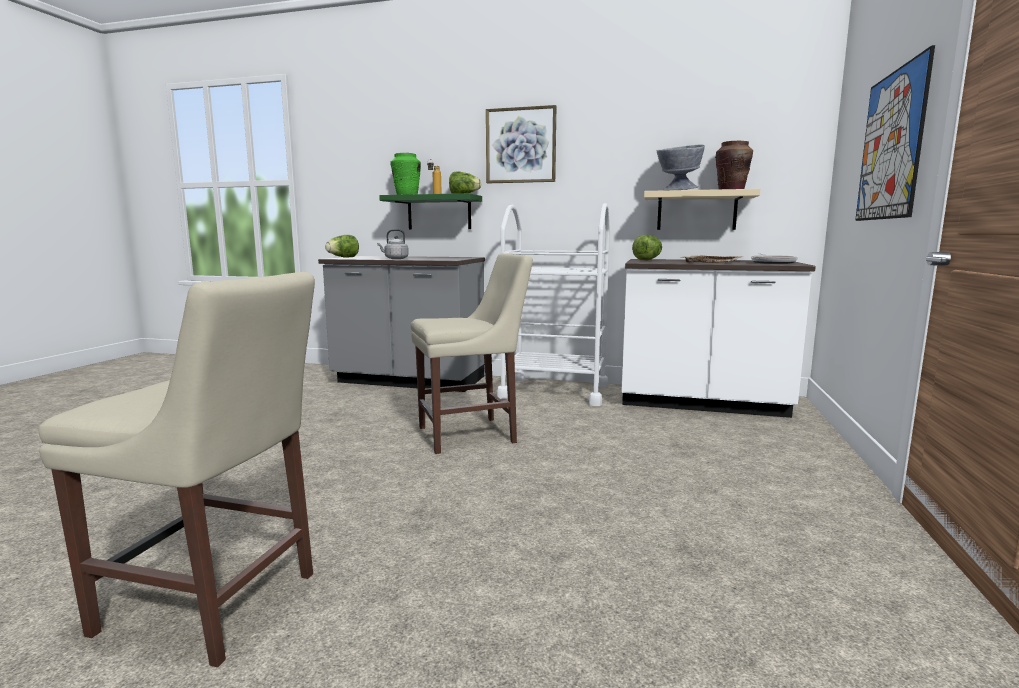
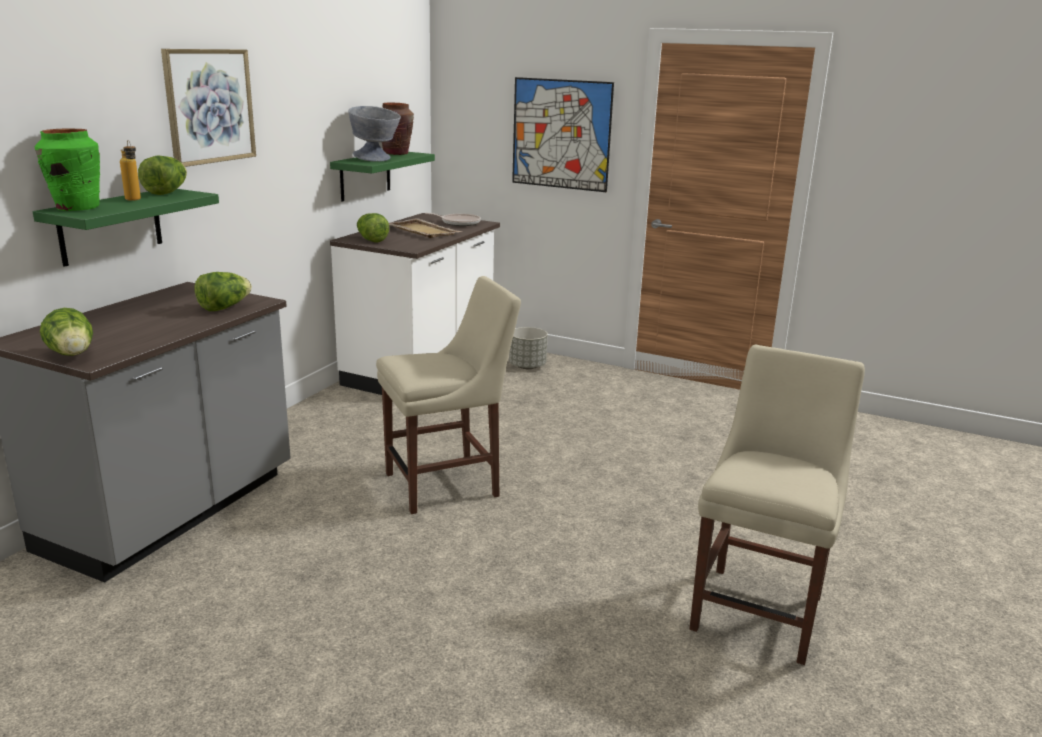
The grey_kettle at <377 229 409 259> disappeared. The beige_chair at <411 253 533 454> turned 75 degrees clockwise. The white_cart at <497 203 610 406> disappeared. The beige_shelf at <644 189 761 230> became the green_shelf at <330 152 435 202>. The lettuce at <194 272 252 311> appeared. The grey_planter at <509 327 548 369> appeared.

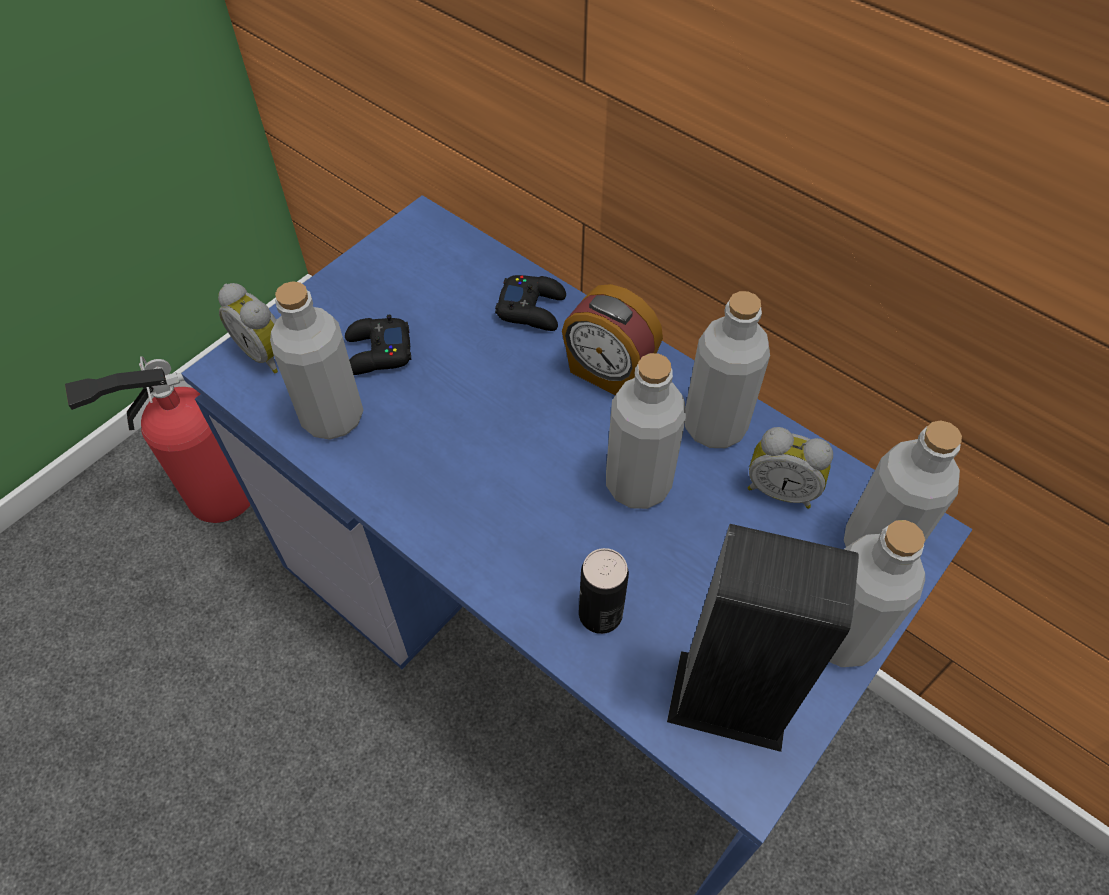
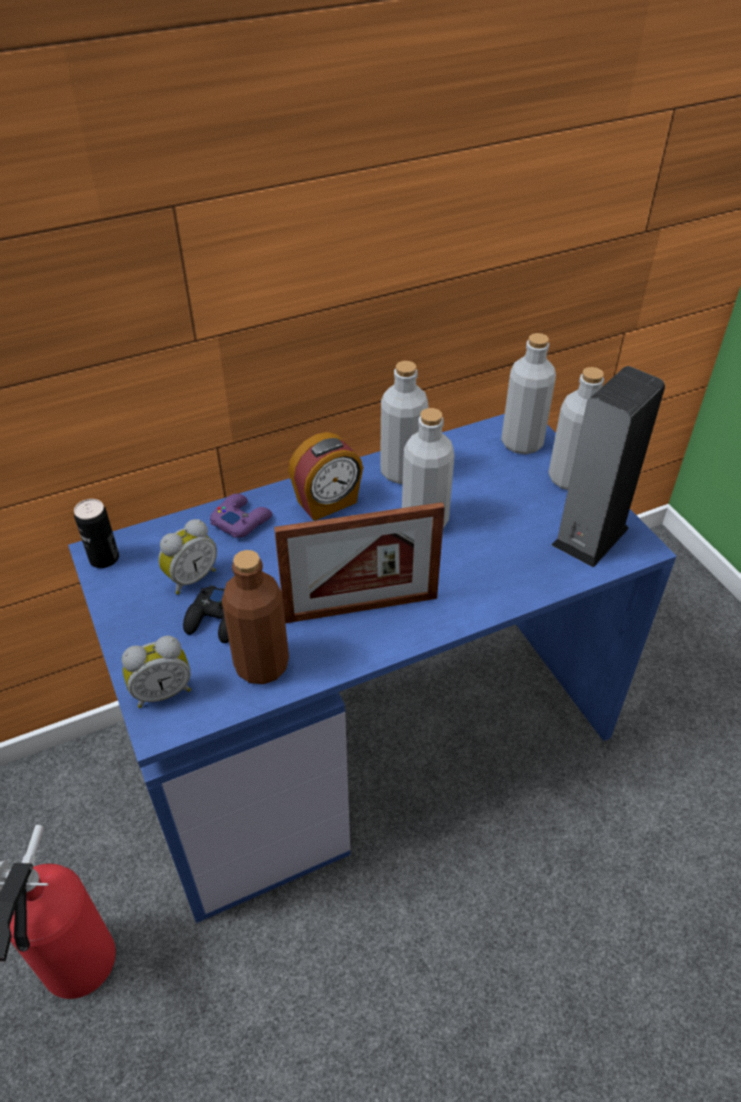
The grey_bottle at <270 281 363 440> became the brown_bottle at <221 550 289 684>. The black_game_controller at <495 275 566 331> became the purple_game_controller at <210 493 273 538>. The can moved from <579 548 629 634> to <74 499 119 568>. The alarm_clock moved from <748 427 833 509> to <158 519 217 594>. The picture_frame at <274 502 445 623> appeared.

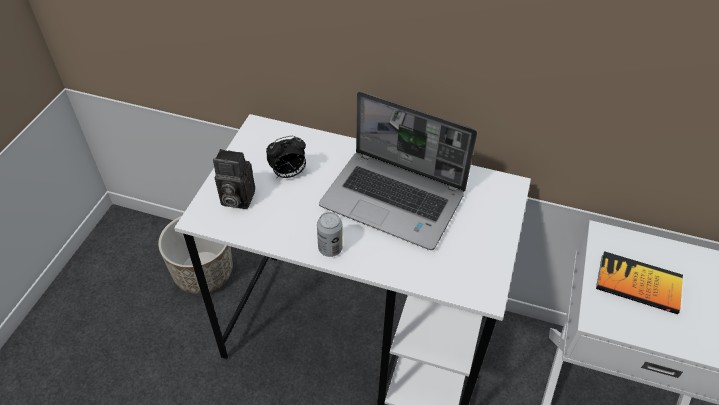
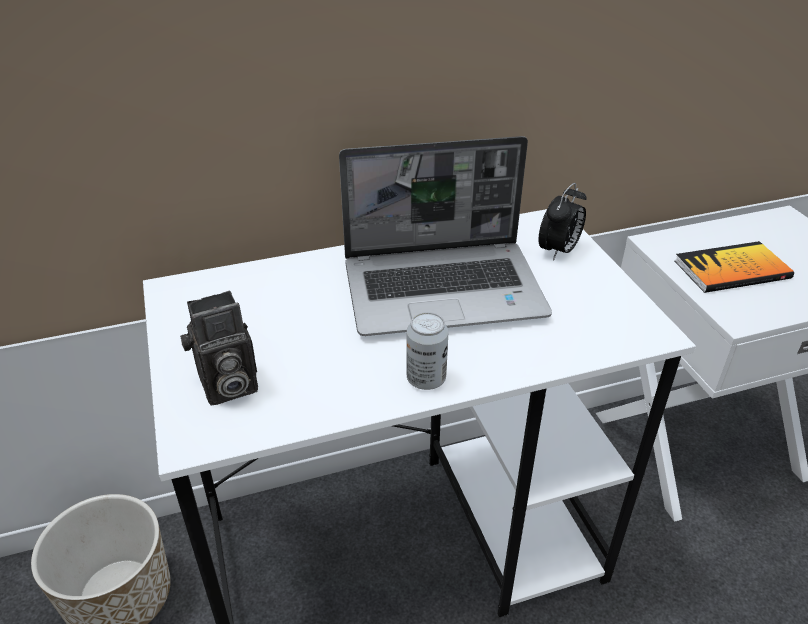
The alarm_clock moved from <266 136 306 178> to <538 183 586 261>.

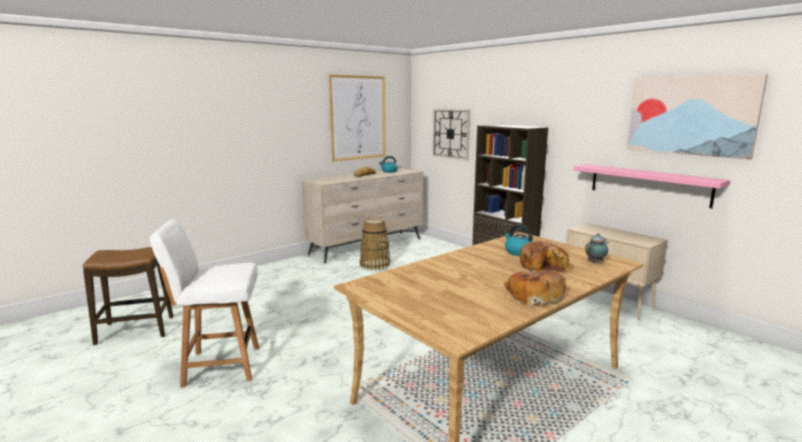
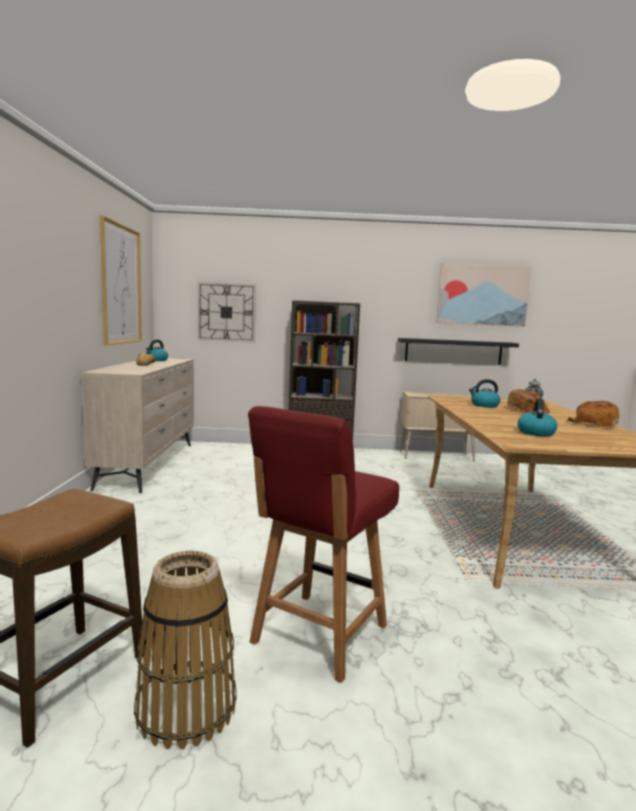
The white_chair at <149 220 259 388> became the red_chair at <248 406 399 683>. The basket moved from <360 216 390 271> to <134 551 237 749>. The pink_shelf at <574 164 731 208> became the black_shelf at <398 338 519 365>. The kettle at <517 398 557 436> appeared.

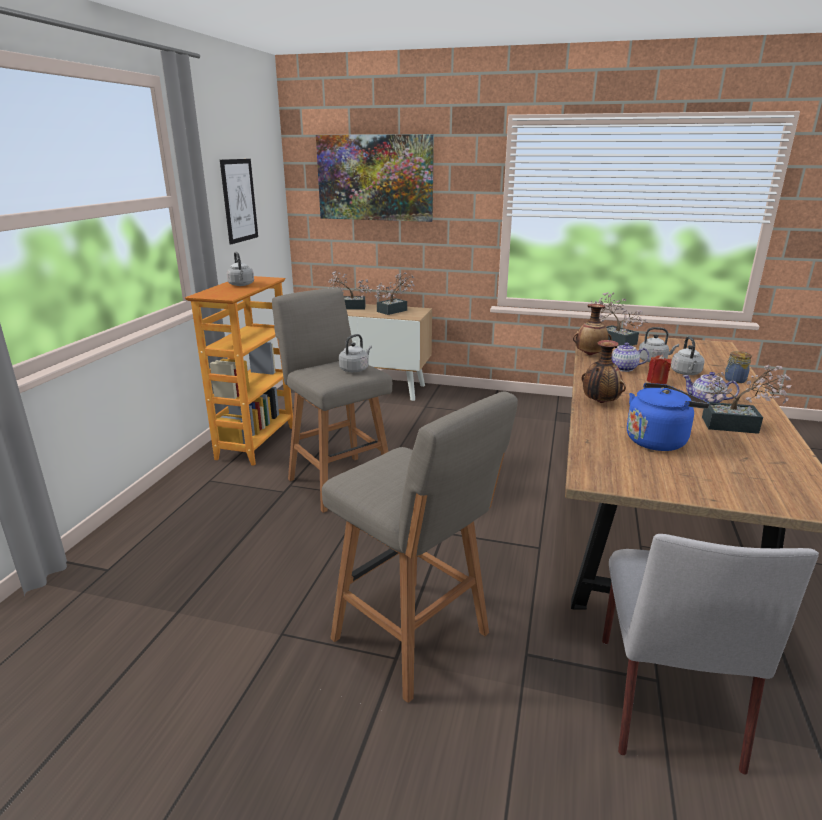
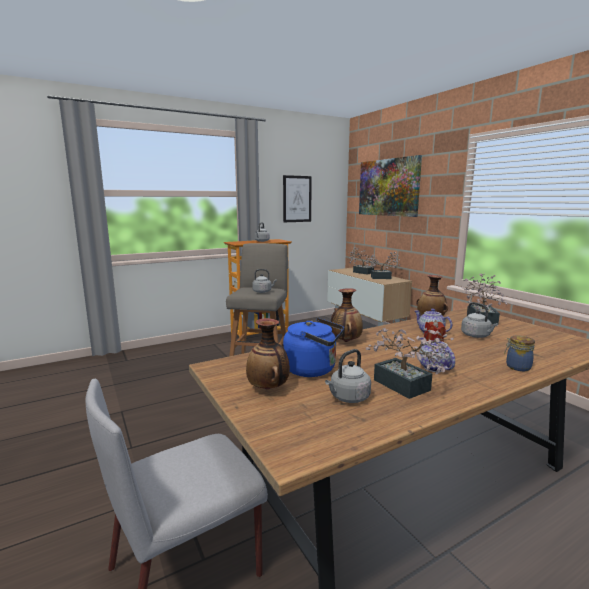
The grey_stool at <322 391 518 703> disappeared. The grey_kettle moved from <671 336 705 375> to <325 349 371 403>. The vase at <246 318 290 390> appeared.

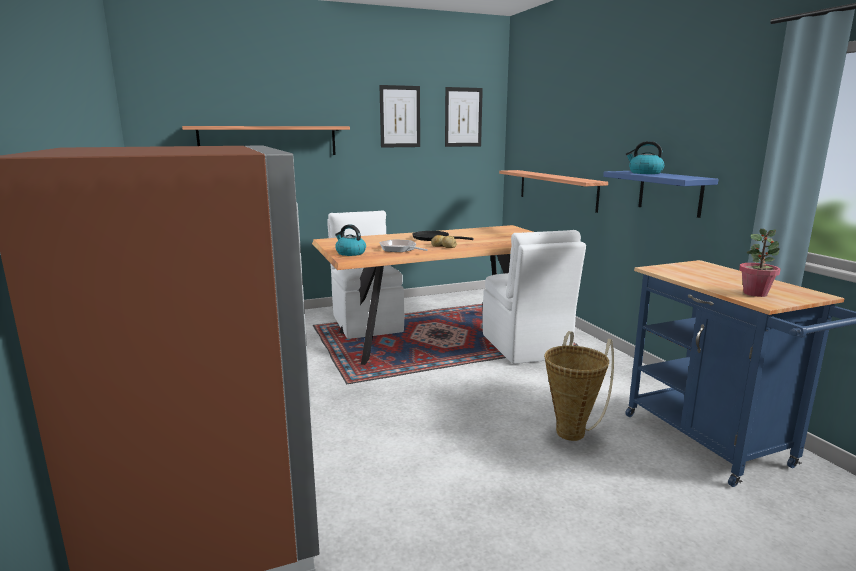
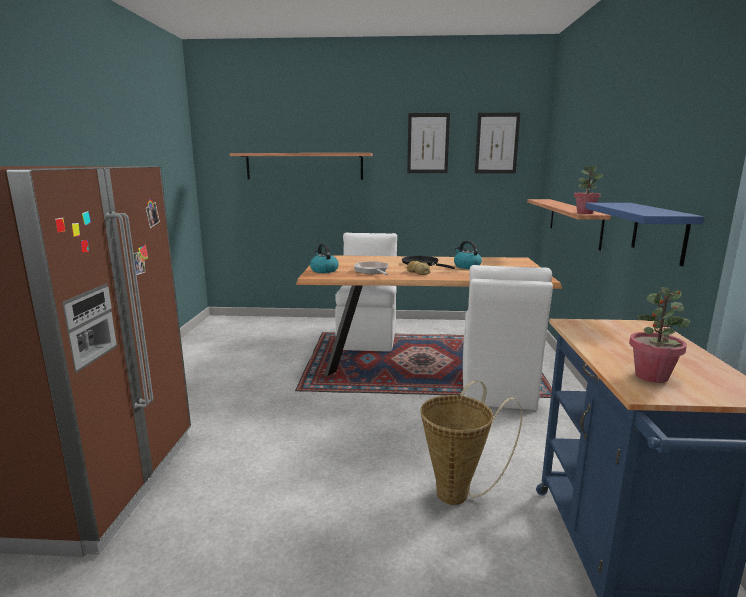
The kettle moved from <626 141 664 174> to <454 241 482 269>. The potted_plant at <574 165 603 214> appeared.

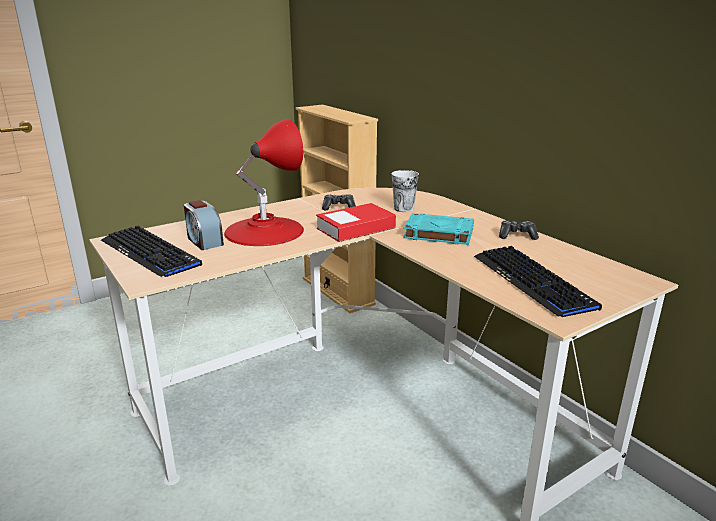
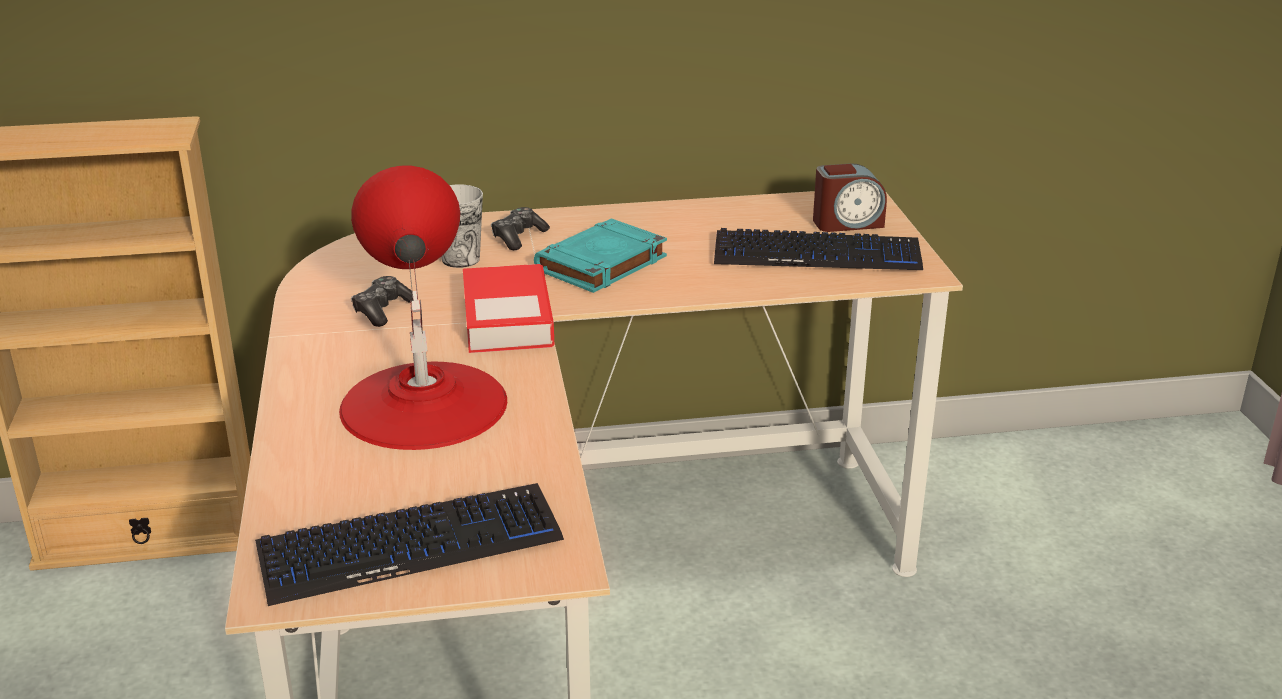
The alarm_clock moved from <184 200 224 250> to <813 163 887 232>. The game_controller moved from <499 220 539 240> to <491 207 550 250>.

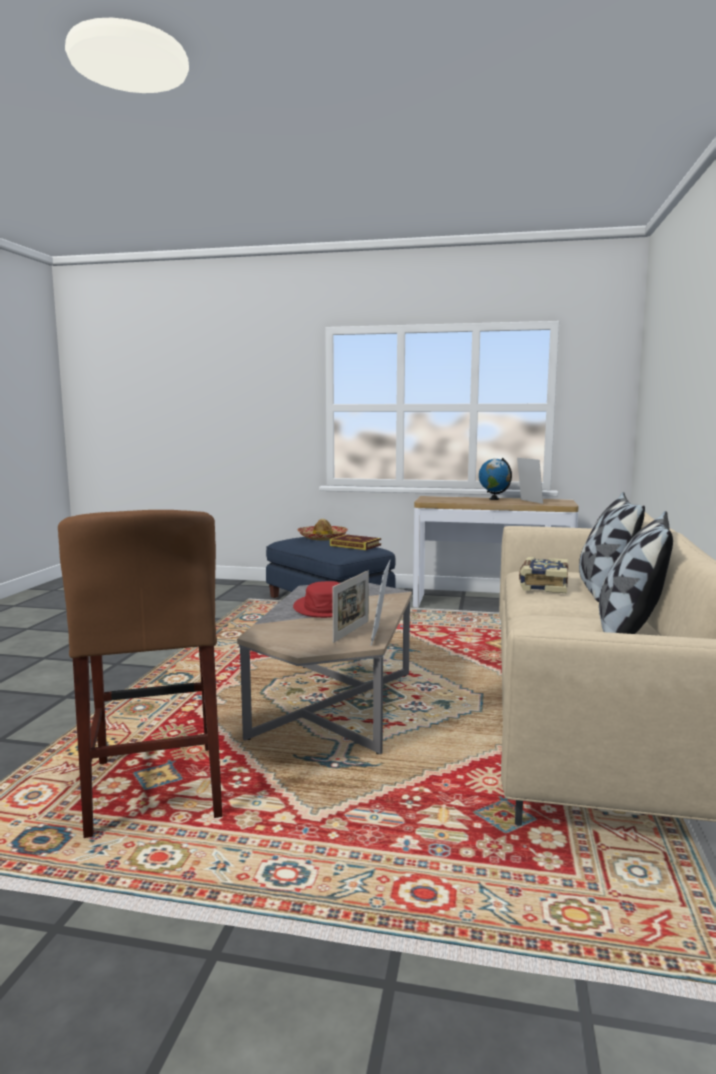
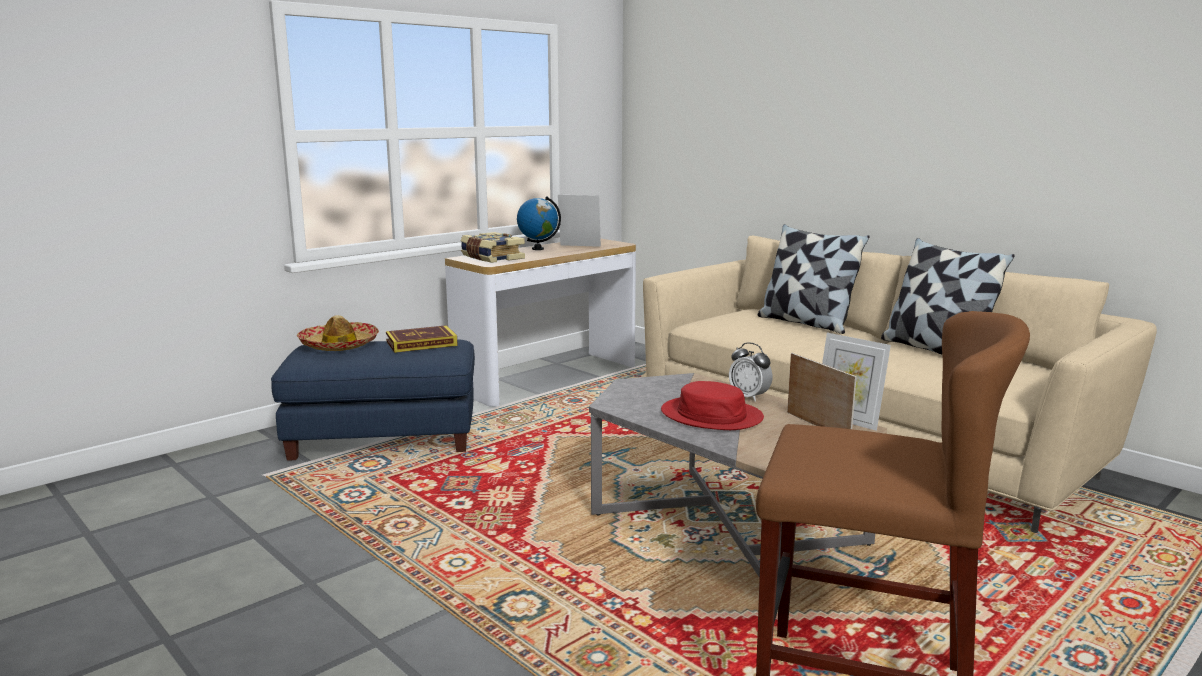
The book moved from <519 557 568 593> to <460 232 525 263>. The alarm_clock at <729 342 772 402> appeared.

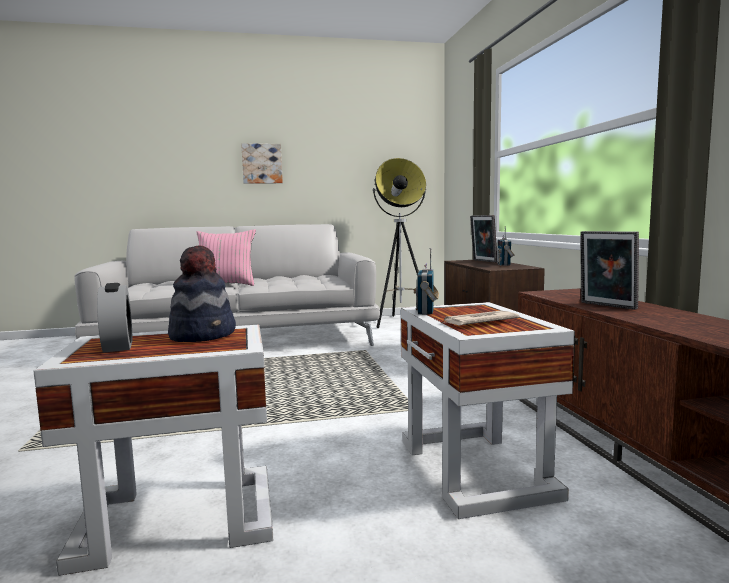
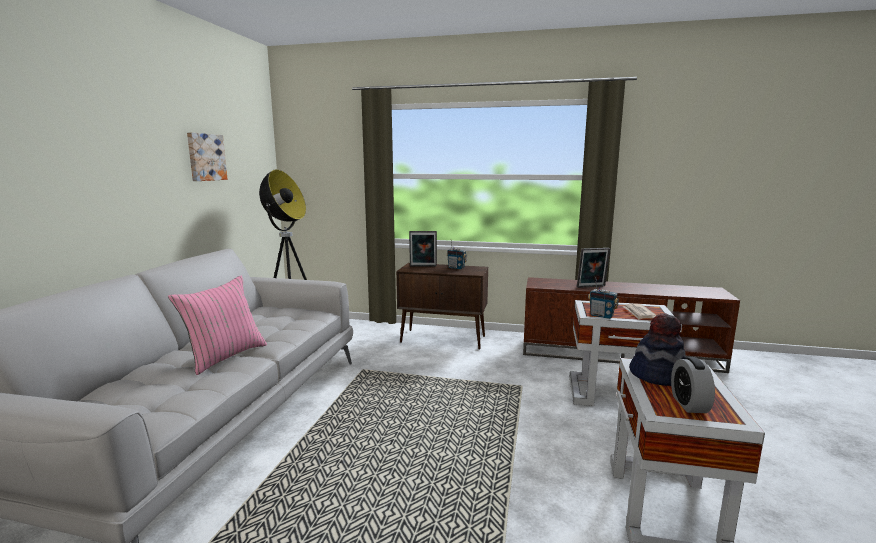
The alarm_clock at <97 283 133 353> turned 90 degrees counterclockwise. The picture moved from <241 143 283 184> to <187 132 228 181>.

